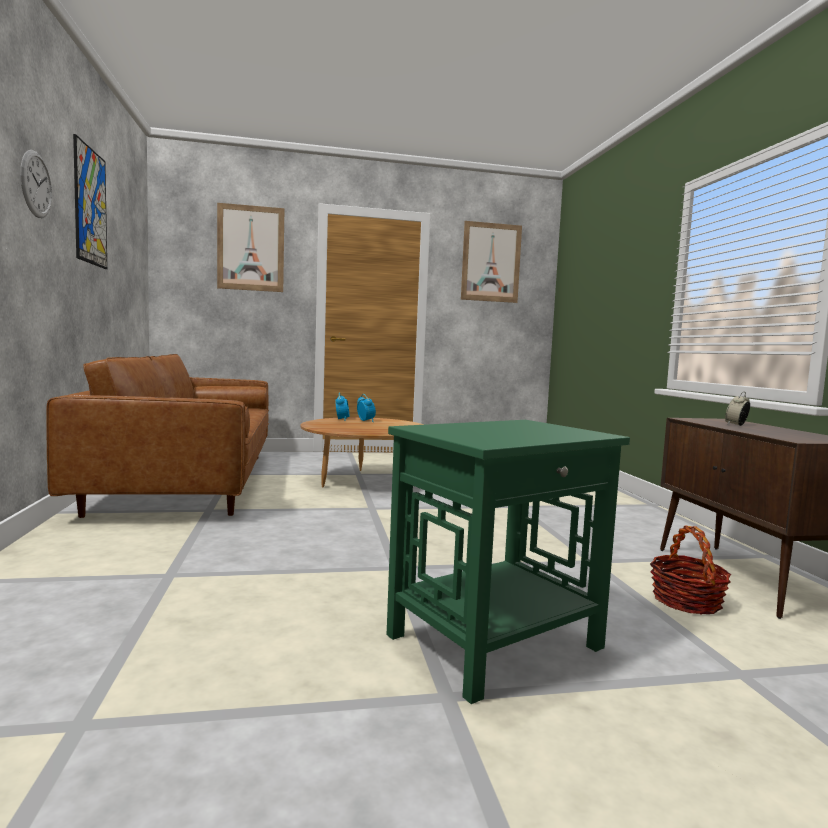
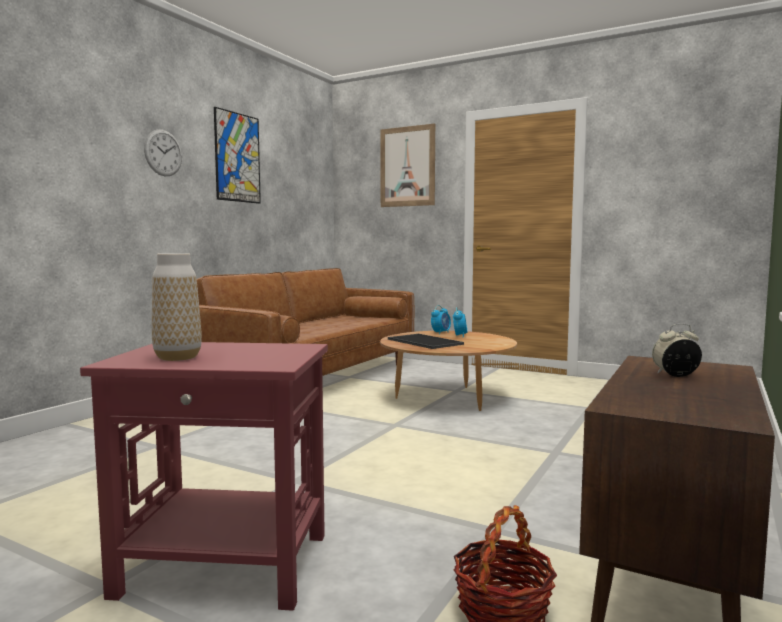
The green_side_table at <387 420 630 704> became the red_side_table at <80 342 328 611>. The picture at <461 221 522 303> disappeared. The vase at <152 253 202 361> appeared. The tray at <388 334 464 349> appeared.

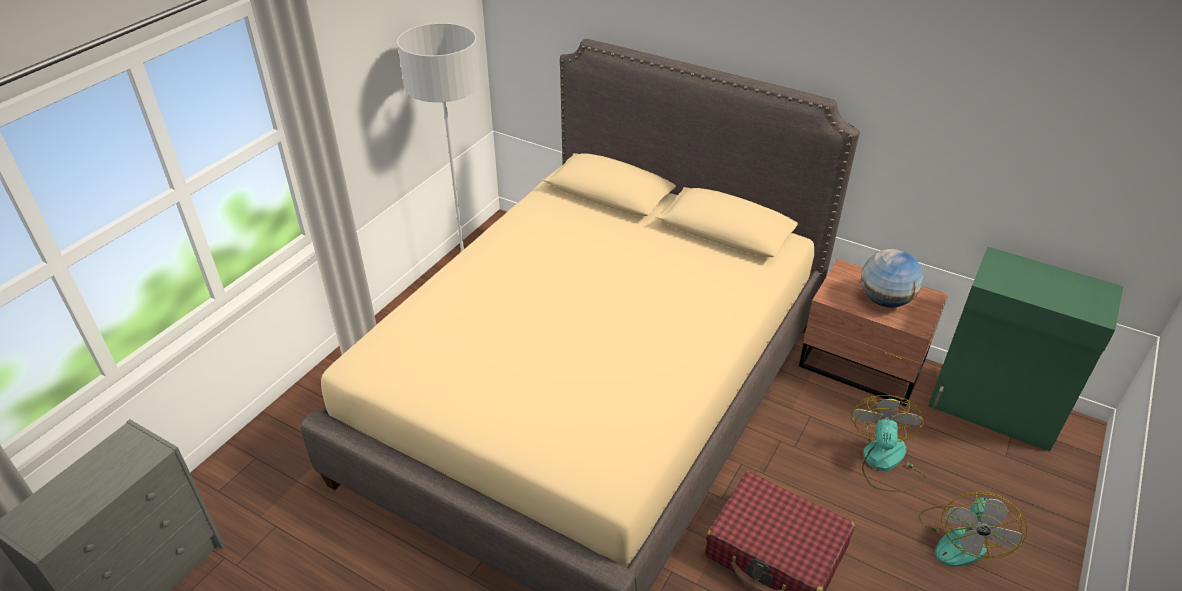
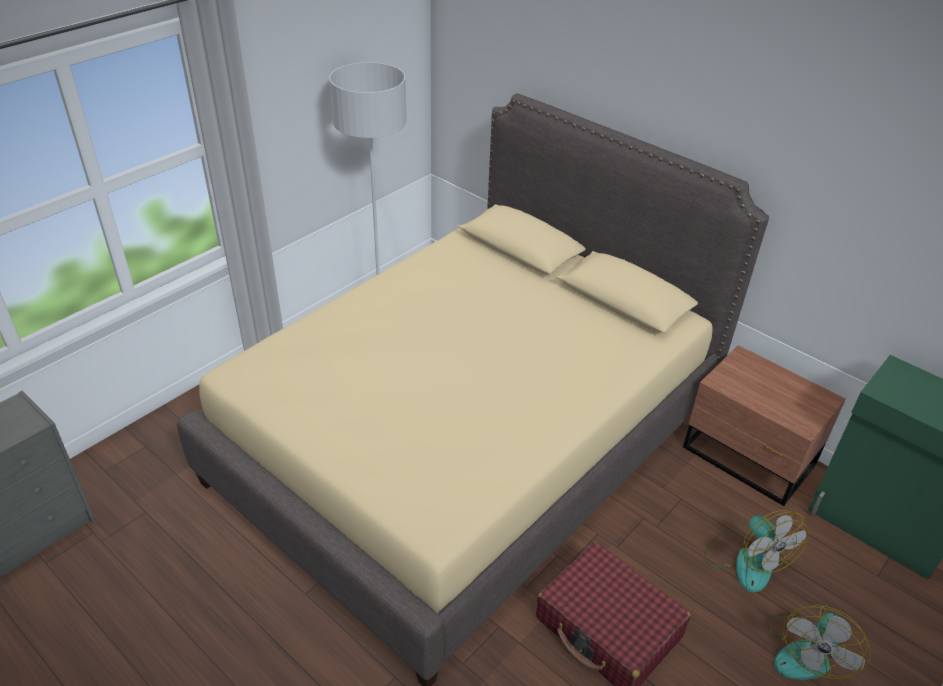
The fan at <851 395 927 492> turned 135 degrees clockwise. The globe at <861 249 923 307> disappeared.

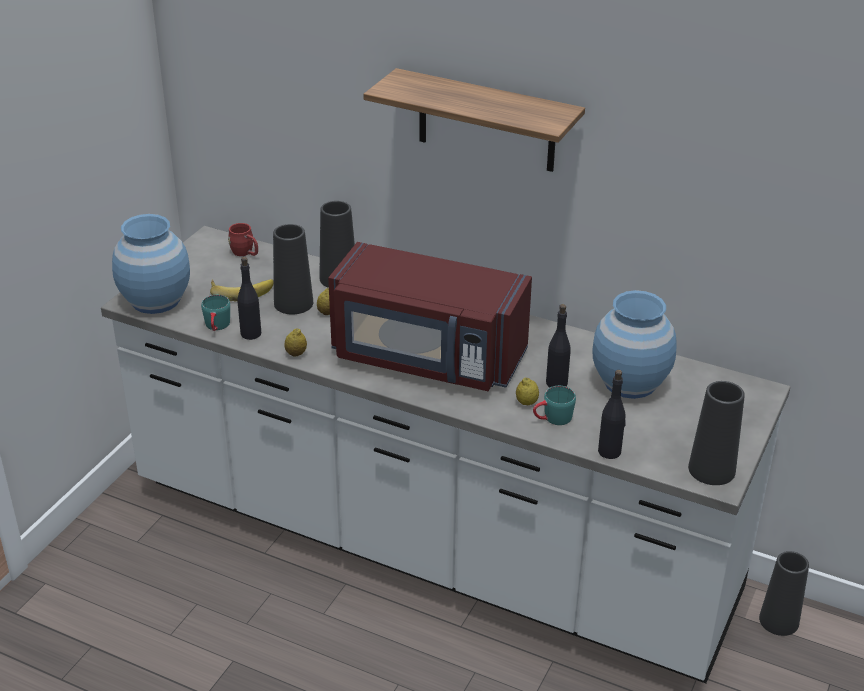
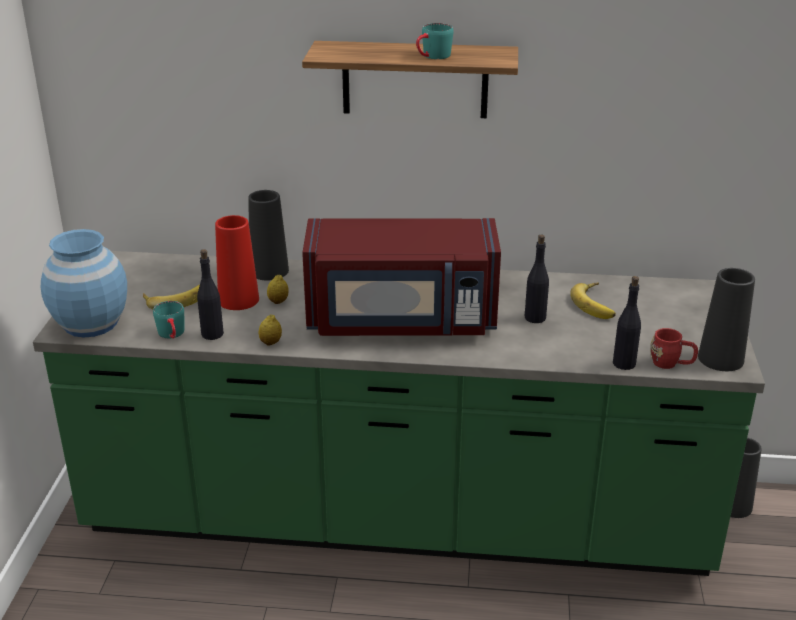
The white_counter at <101 226 791 683> became the green_counter at <33 251 765 576>. The red_mug moved from <228 223 258 256> to <650 328 698 369>. The black_vase at <273 224 313 314> became the red_vase at <215 215 259 310>. The lemon at <516 378 539 405> disappeared. The turquoise_mug moved from <533 386 576 425> to <416 23 453 59>. The blue_vase at <592 290 677 399> was replaced by the banana at <570 282 616 319>.

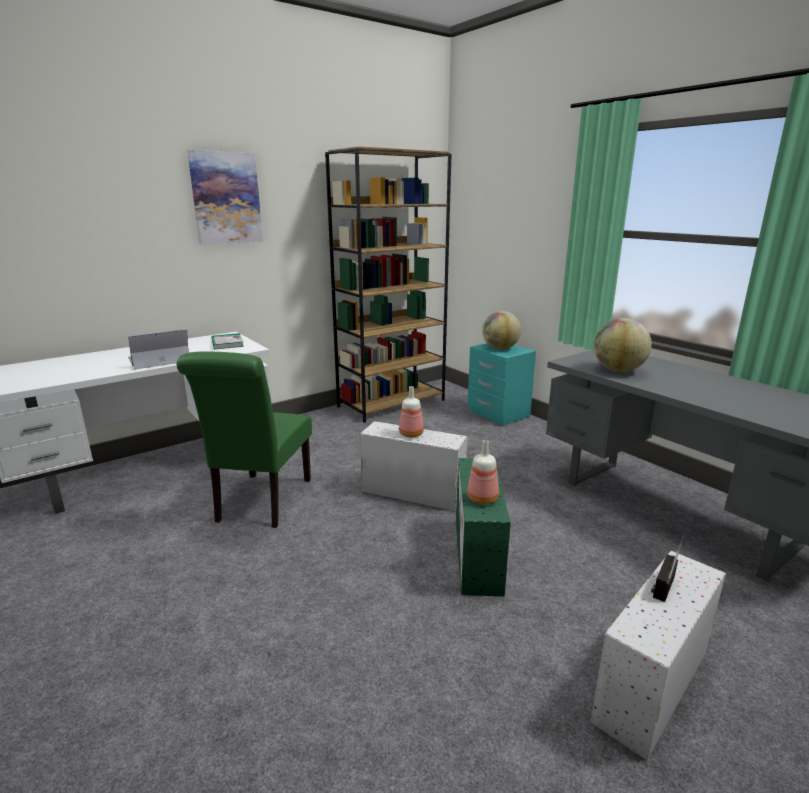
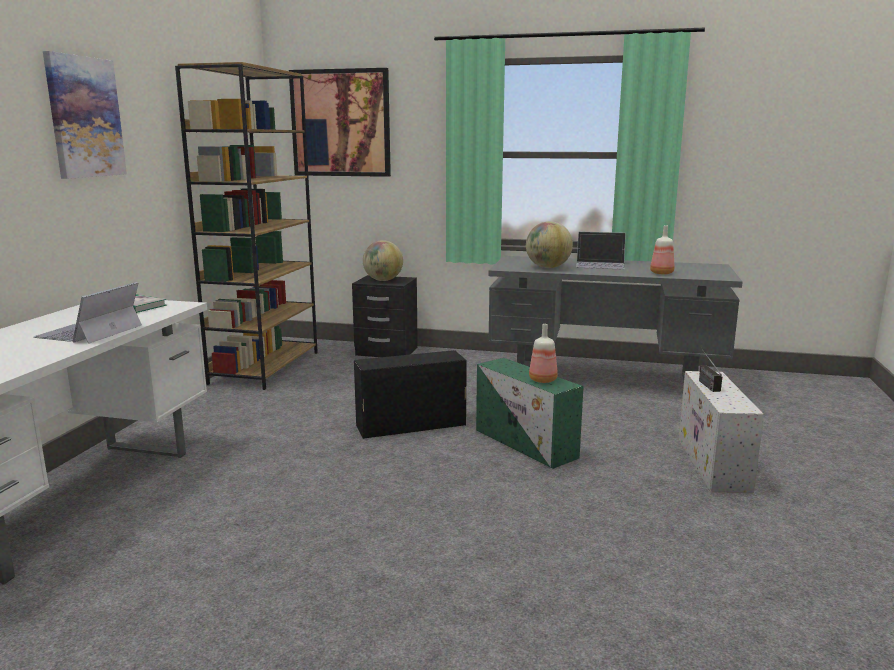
The green_chair at <177 352 312 528> disappeared. The white_storage_box at <360 421 467 512> became the black_storage_box at <354 350 467 439>. The bottle moved from <399 386 424 437> to <650 226 674 274>. The turquoise_nightstand at <468 343 536 426> became the black_nightstand at <352 275 418 357>. The picture at <289 68 391 177> appeared. The laptop at <576 232 626 269> appeared.

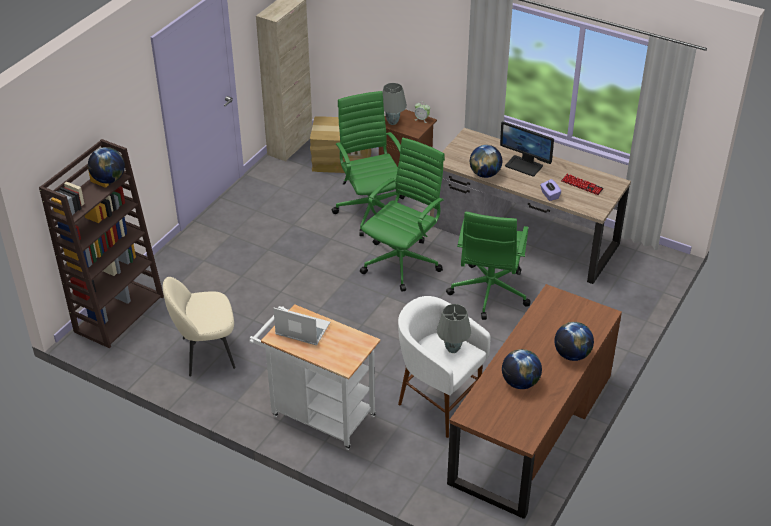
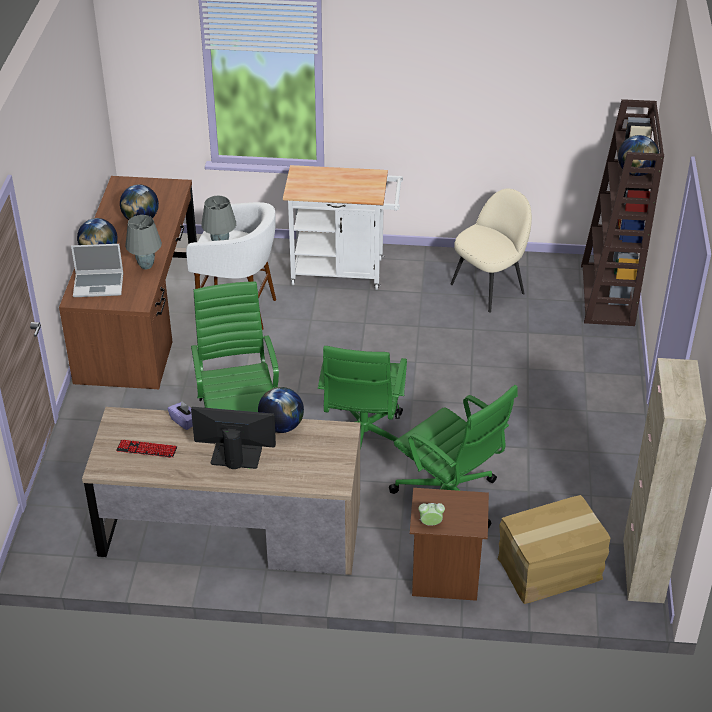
The laptop moved from <273 308 330 345> to <71 244 123 297>. The grey_table_lamp moved from <383 83 407 125> to <125 215 162 269>.

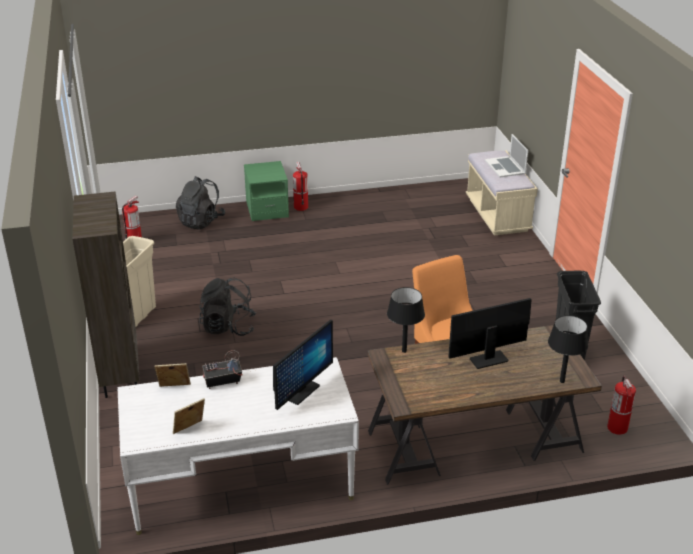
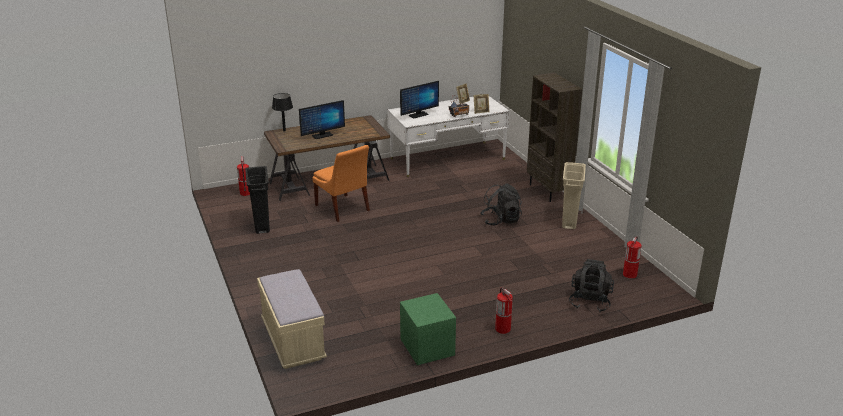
The green_nightstand moved from <244 161 289 221> to <400 293 456 365>. The monitor at <273 319 333 410> turned 150 degrees counterclockwise. The black_table_lamp at <387 287 425 353> disappeared. The laptop at <485 134 528 177> disappeared.

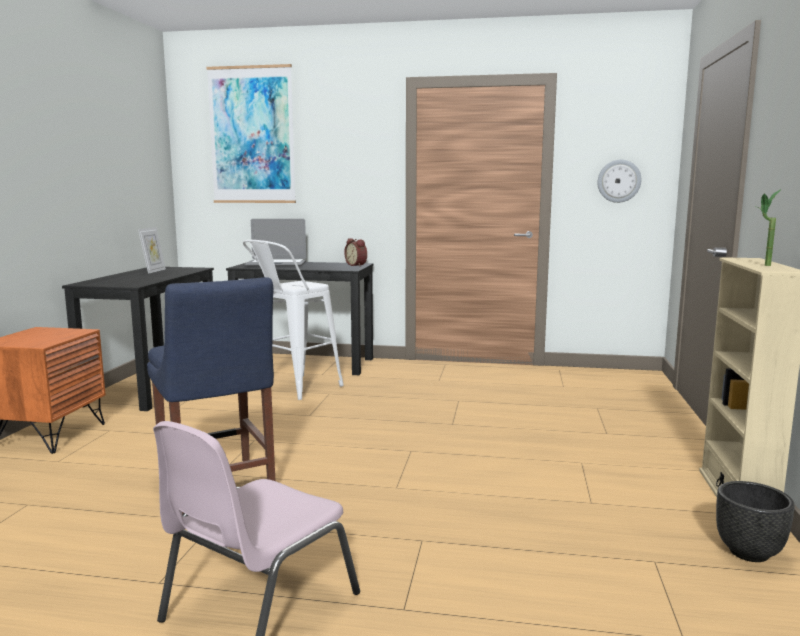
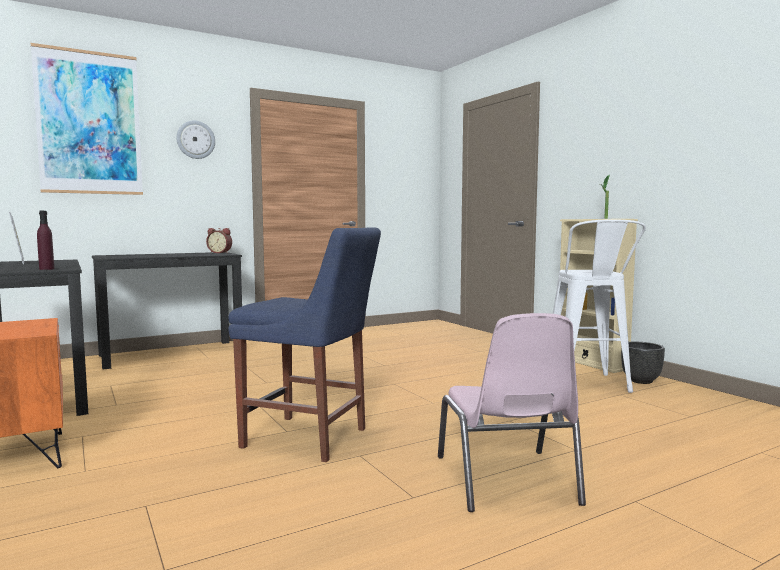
The white_stool moved from <243 240 344 400> to <553 219 646 393>. The laptop at <244 219 306 266> disappeared. The wall_clock moved from <597 160 641 203> to <176 120 215 159>. The purple_bottle at <37 211 55 270> appeared.

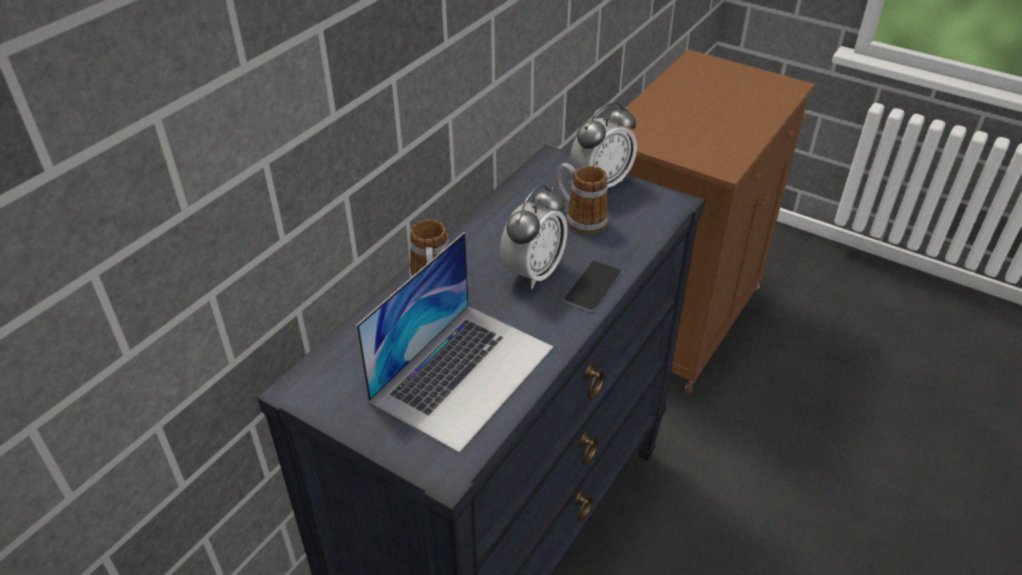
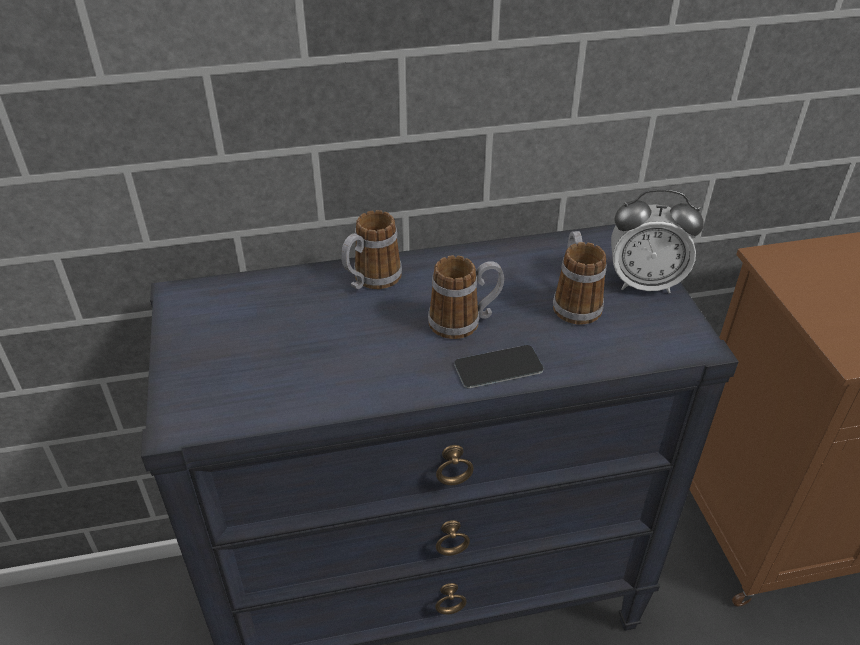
The laptop at <356 232 553 453> disappeared. The alarm_clock at <500 185 567 289> was replaced by the mug at <428 255 504 339>.

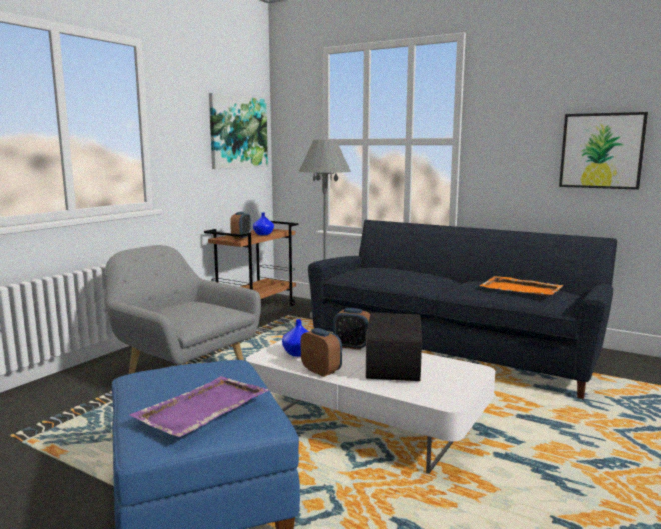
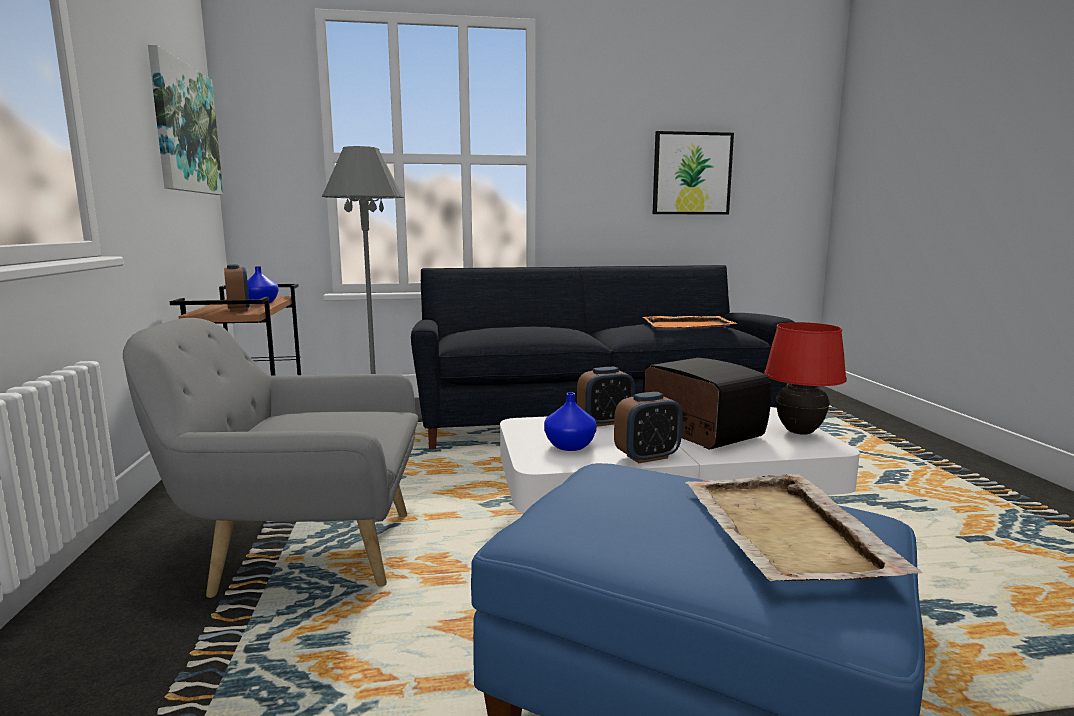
The purple_tray at <129 376 269 437> became the beige_tray at <686 474 922 581>. The alarm_clock at <301 328 342 377> turned 150 degrees clockwise. The red_table_lamp at <764 322 847 435> appeared.

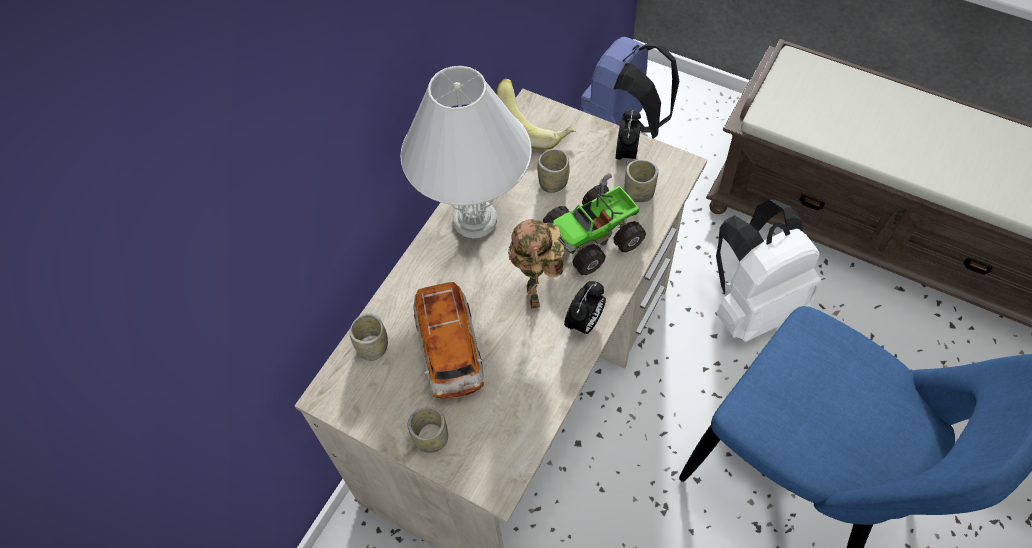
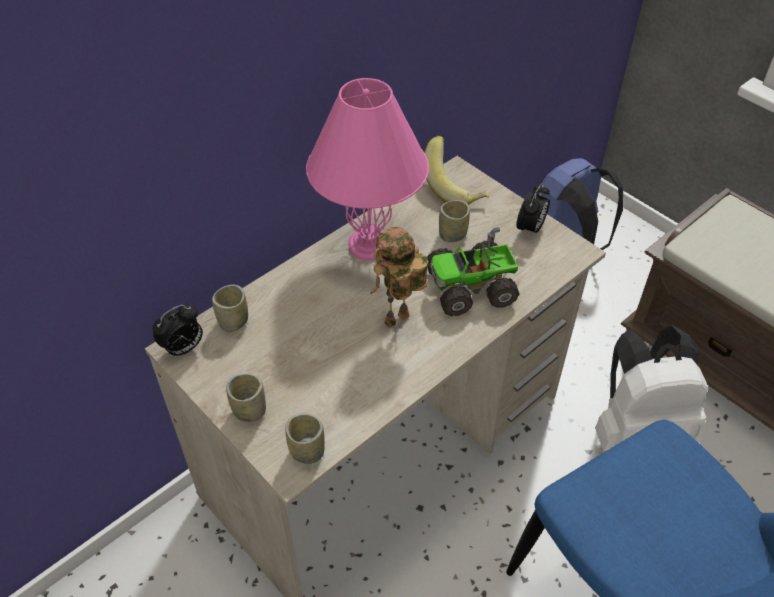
The white_table_lamp at <400 66 531 238> became the pink_table_lamp at <306 78 429 261>. The toy_car at <414 282 484 399> disappeared. The toy_robot at <508 219 565 309> turned 45 degrees clockwise. The alarm_clock moved from <564 281 606 336> to <153 305 203 358>. The cup moved from <624 160 658 202> to <285 414 325 464>.

